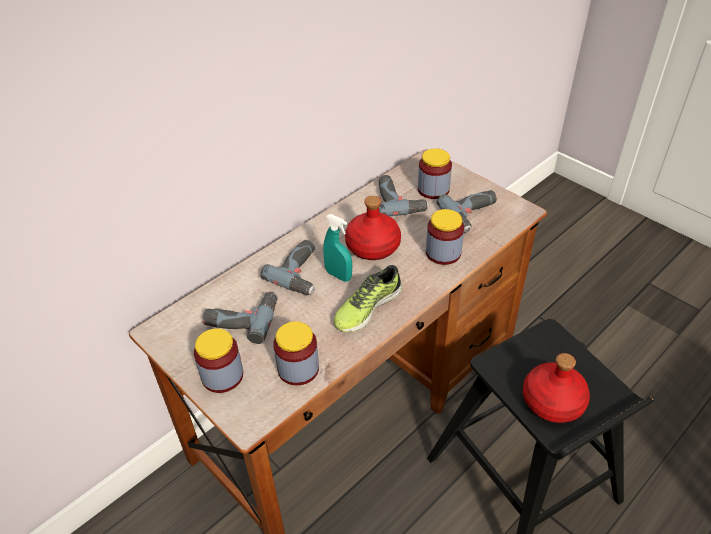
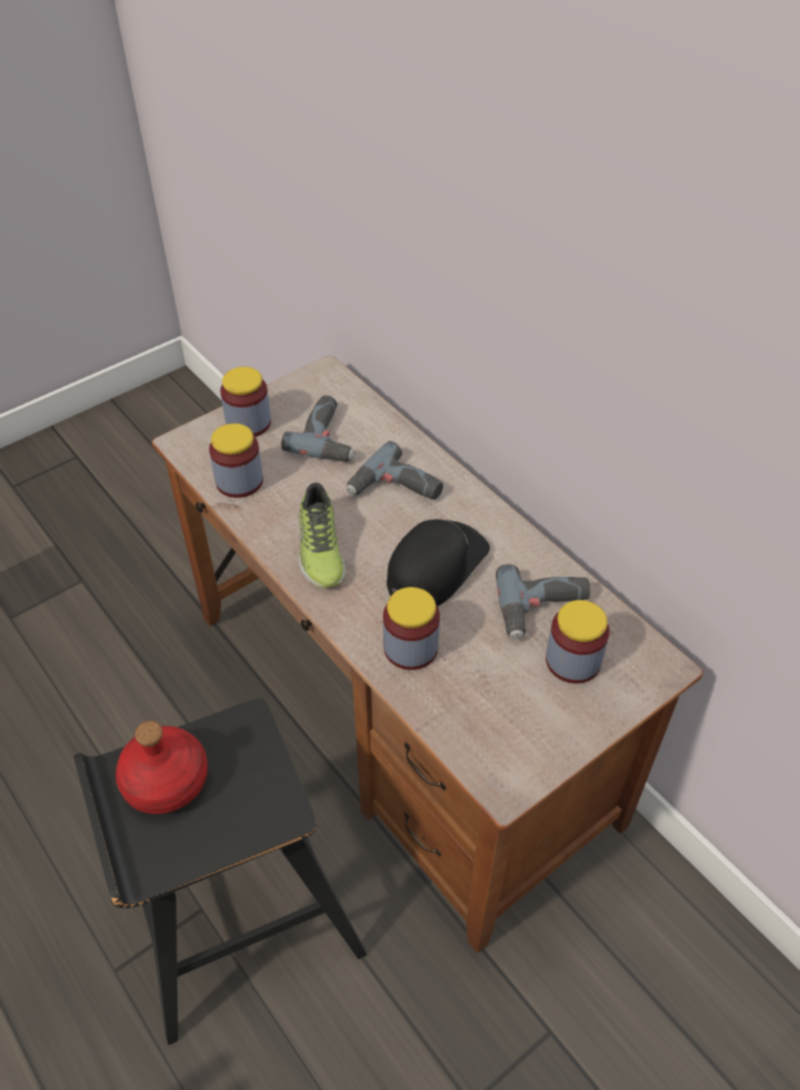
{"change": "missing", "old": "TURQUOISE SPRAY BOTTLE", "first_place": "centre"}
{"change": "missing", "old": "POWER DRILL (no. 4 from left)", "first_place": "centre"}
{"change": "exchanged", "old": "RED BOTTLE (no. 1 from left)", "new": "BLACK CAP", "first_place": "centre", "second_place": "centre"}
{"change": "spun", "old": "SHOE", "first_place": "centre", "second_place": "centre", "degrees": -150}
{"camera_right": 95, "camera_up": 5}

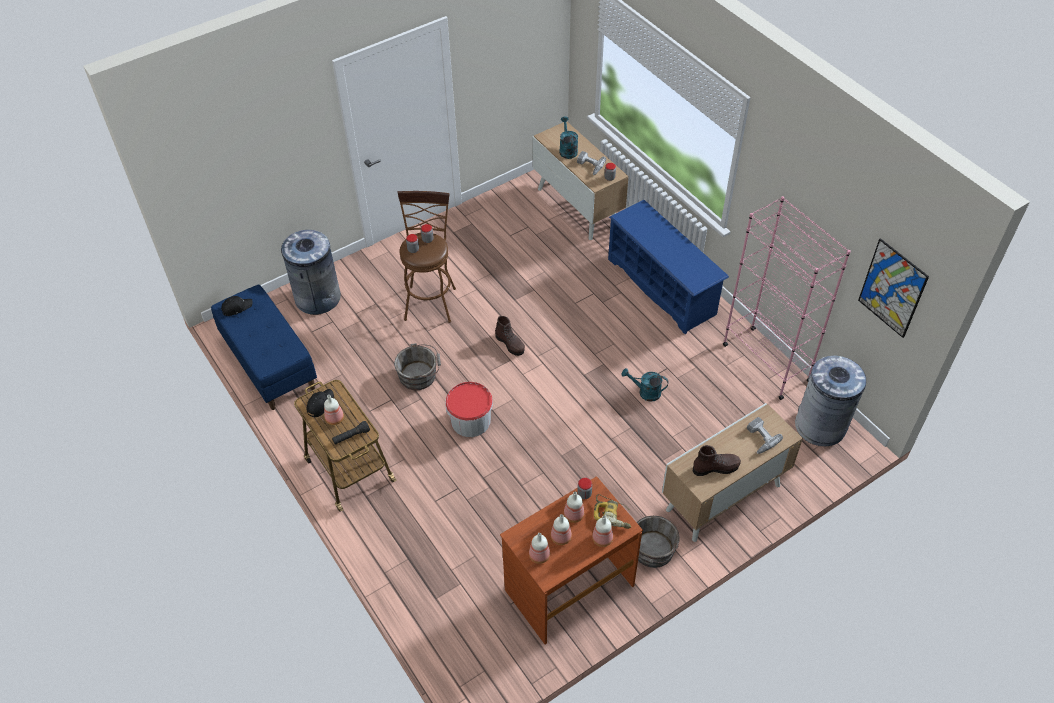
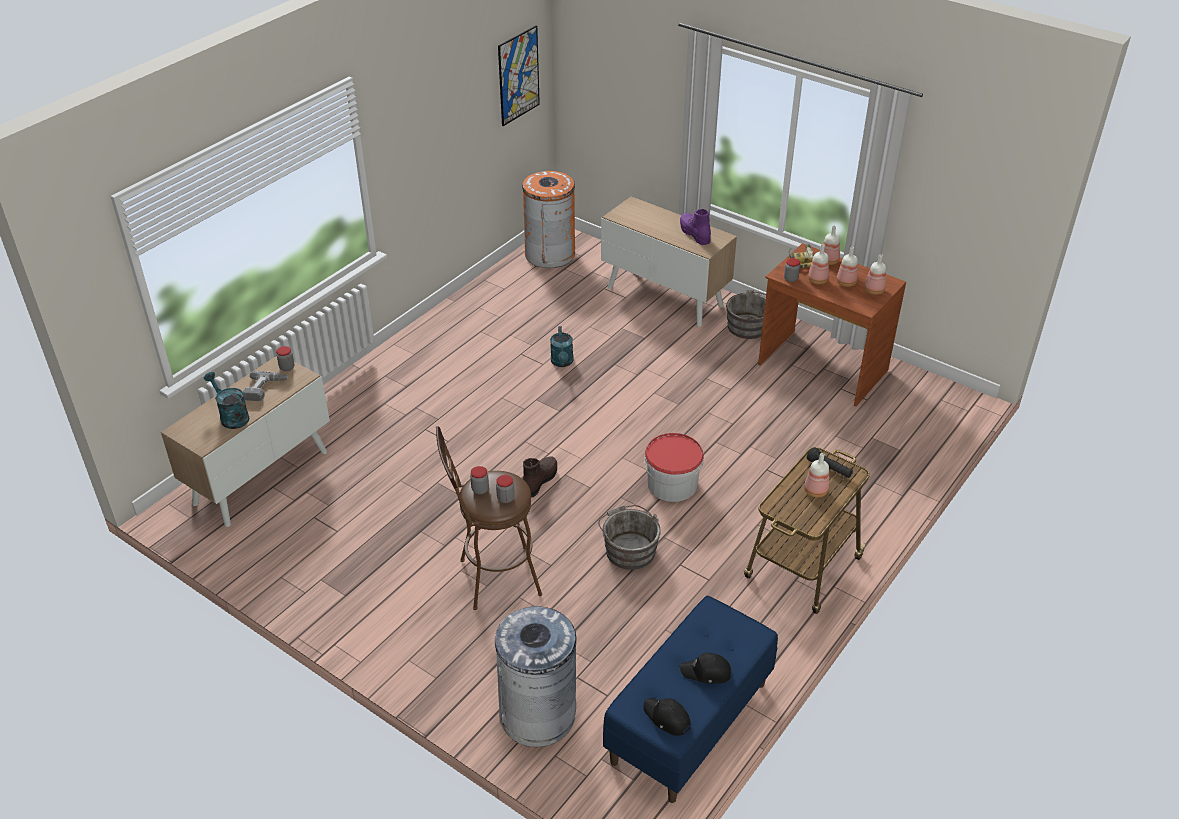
{"change": "missing", "old": "BLUE SHOE RACK", "first_place": "centre"}
{"change": "missing", "old": "PINK BOOKCASE", "first_place": "middle right"}
{"change": "missing", "old": "POWER DRILL (no. 3 from left)", "first_place": "middle right"}
{"change": "relocated", "old": "BLACK CAP (no. 2 from left)", "first_place": "middle left", "second_place": "bottom centre"}
{"change": "colour", "old": "BROWN BOOT (no. 2 from left)", "new": "PURPLE BOOT", "first_place": "middle right", "second_place": "top centre"}
{"change": "colour", "old": "GREY TRASH CAN (no. 2 from left)", "new": "ORANGE TRASH CAN", "first_place": "middle right", "second_place": "top centre"}
{"change": "spun", "old": "TURQUOISE WATERING CAN (no. 1 from left)", "first_place": "top centre", "second_place": "middle left", "degrees": 75}
{"camera_right": -110, "camera_up": -10}

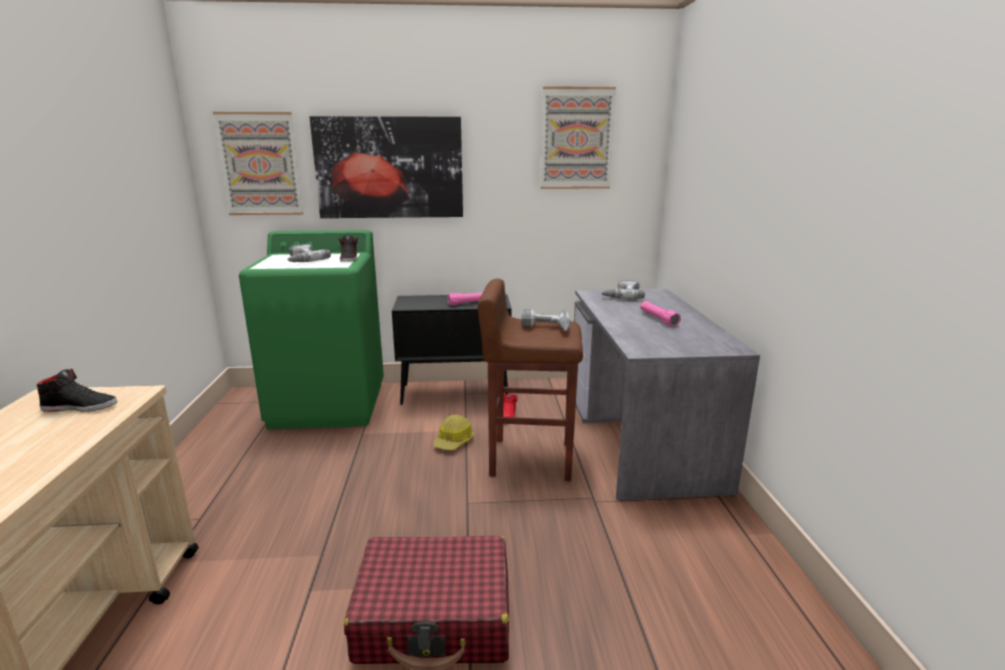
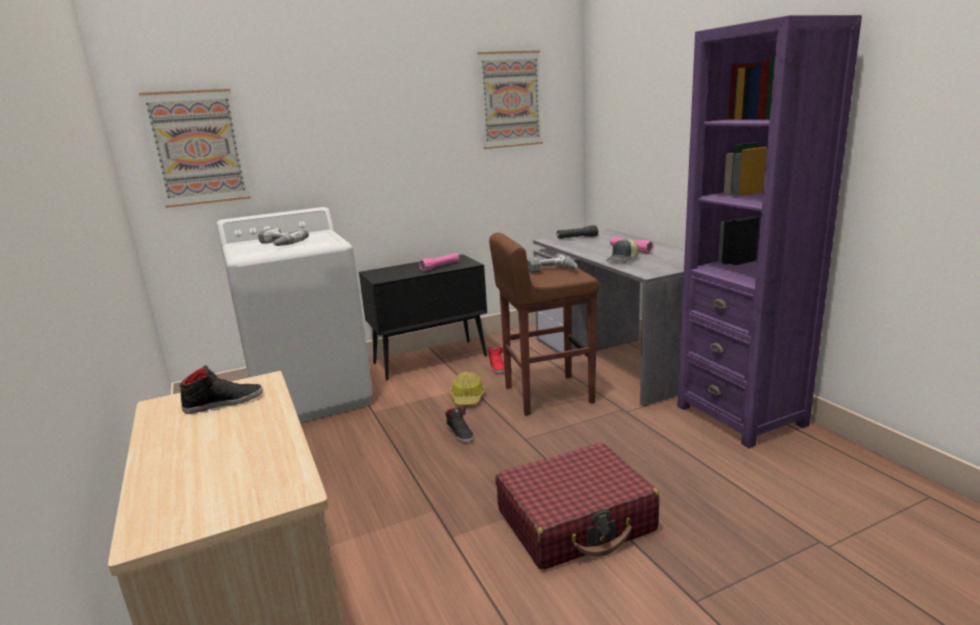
{"change": "missing", "old": "PICTURE (no. 2 from left)", "first_place": "top centre"}
{"change": "appeared", "new": "CAP", "second_place": "centre"}
{"change": "appeared", "new": "PURPLE BOOKCASE", "second_place": "middle right"}
{"change": "relocated", "old": "BLACK SHOE (no. 2 from left)", "first_place": "centre", "second_place": "bottom centre"}
{"change": "exchanged", "old": "POWER DRILL (no. 3 from left)", "new": "BLACK FLASHLIGHT", "first_place": "centre", "second_place": "centre"}
{"change": "colour", "old": "GREEN WASHING MACHINE", "new": "WHITE WASHING MACHINE", "first_place": "middle left", "second_place": "middle left"}
{"camera_right": -20, "camera_up": 0}

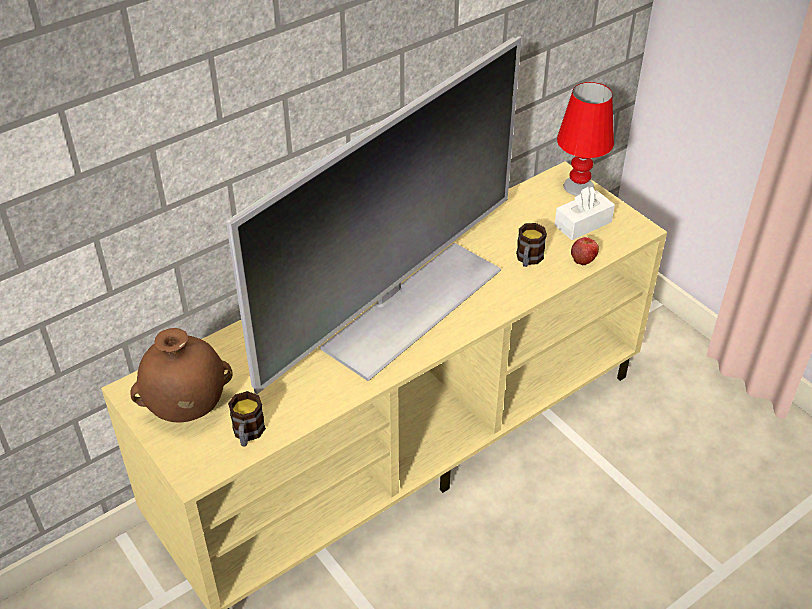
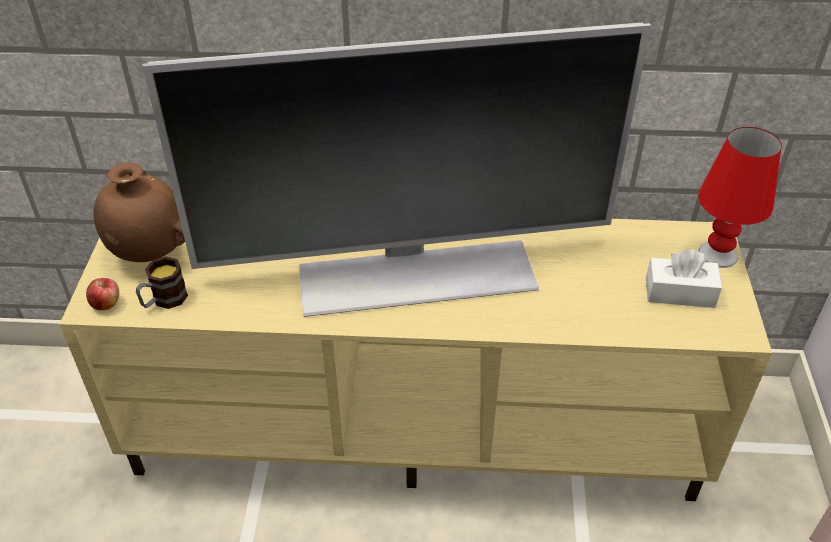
{"change": "missing", "old": "MUG (no. 2 from left)", "first_place": "centre"}
{"change": "relocated", "old": "APPLE", "first_place": "middle right", "second_place": "middle left"}
{"camera_right": 40, "camera_up": 0}

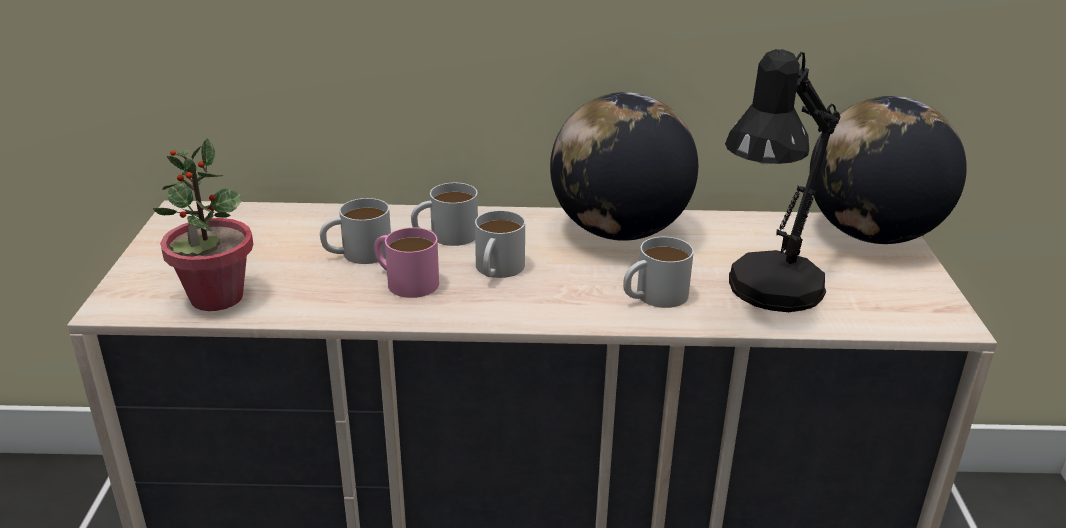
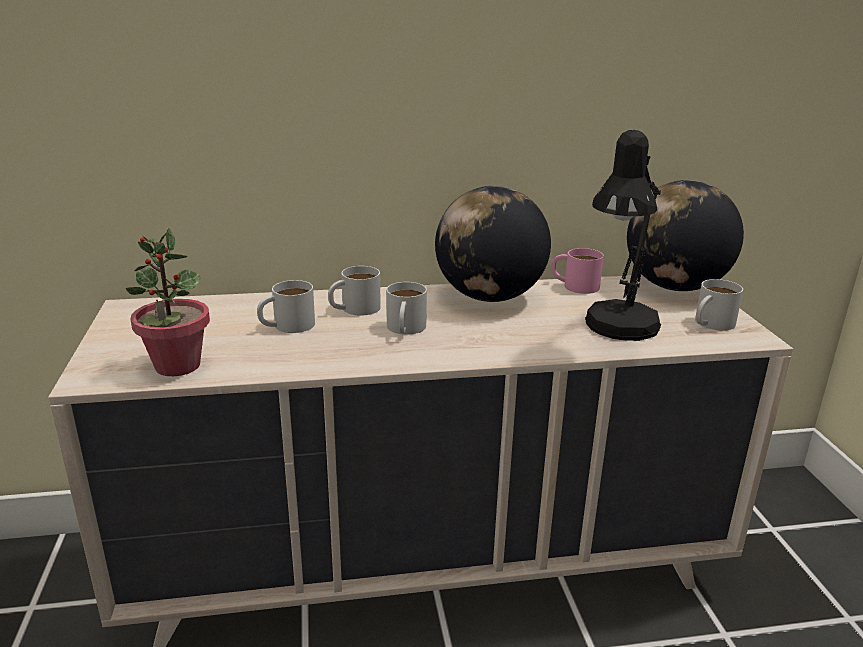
{"change": "relocated", "old": "PINK MUG", "first_place": "centre", "second_place": "middle right"}
{"change": "relocated", "old": "WHITE MUG (no. 4 from left)", "first_place": "centre", "second_place": "middle right"}
{"camera_right": -10, "camera_up": -5}

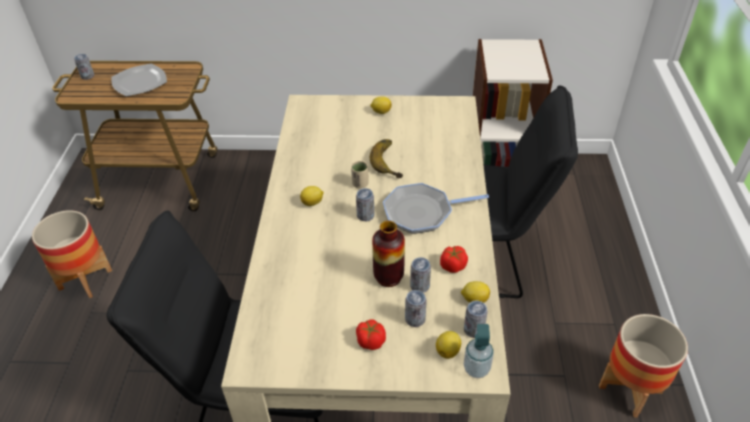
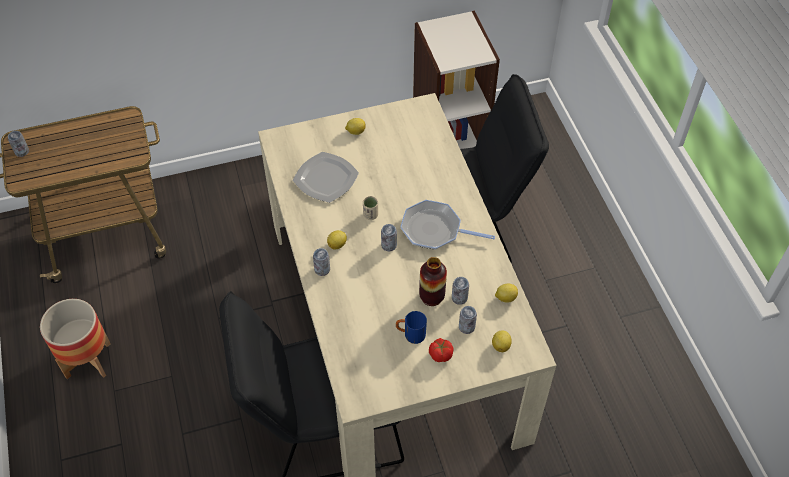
{"change": "missing", "old": "BANANA", "first_place": "centre"}
{"change": "missing", "old": "TOMATO (no. 2 from left)", "first_place": "centre"}
{"change": "missing", "old": "SOAP DISPENSER", "first_place": "bottom centre"}
{"change": "missing", "old": "PLANTER (no. 2 from left)", "first_place": "bottom right"}
{"change": "appeared", "new": "BLUE MUG", "second_place": "bottom centre"}
{"change": "relocated", "old": "PLATE", "first_place": "top left", "second_place": "centre"}
{"change": "relocated", "old": "CAN (no. 5 from left in the first image)", "new": "CAN (no. 2 from left)", "first_place": "bottom centre", "second_place": "centre"}
{"change": "spun", "old": "FRYING PAN", "first_place": "centre", "second_place": "centre", "degrees": 45}
{"camera_right": -20, "camera_up": 10}

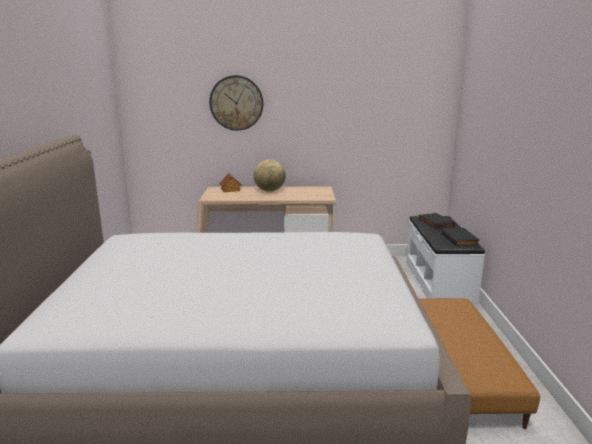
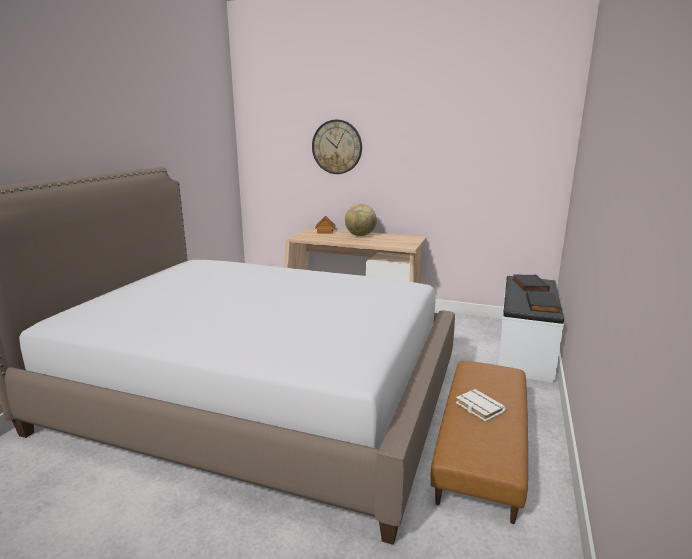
{"change": "appeared", "new": "WHITE BOOK", "second_place": "bottom right"}
{"camera_right": 20, "camera_up": 0}

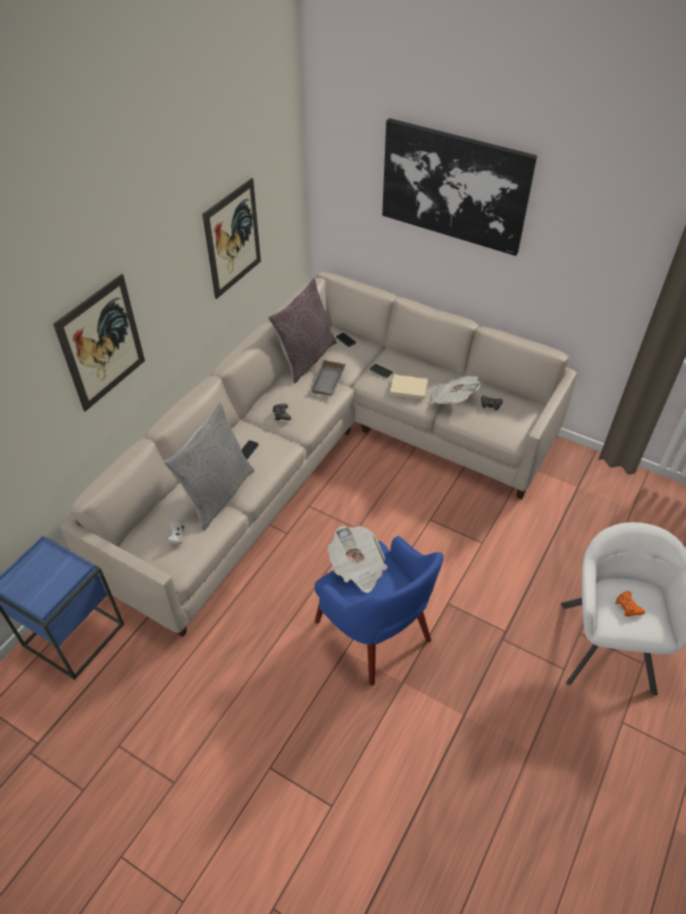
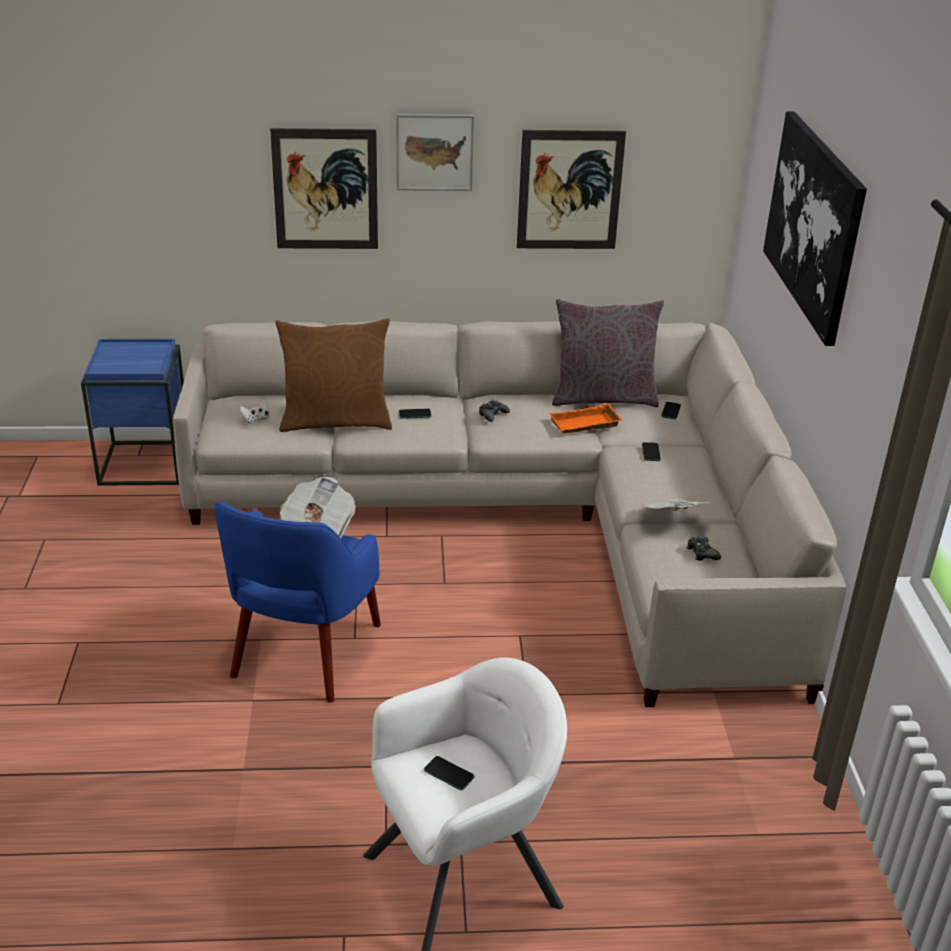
{"change": "missing", "old": "BEIGE BOOK", "first_place": "centre"}
{"change": "appeared", "new": "PICTURE (no. 2 from left)", "second_place": "top centre"}
{"change": "exchanged", "old": "ORANGE GAME CONTROLLER", "new": "PHONE (no. 2 from left)", "first_place": "middle right", "second_place": "bottom centre"}
{"change": "colour", "old": "GREY PILLOW (no. 1 from left)", "new": "BROWN PILLOW", "first_place": "middle left", "second_place": "centre"}
{"change": "colour", "old": "GREY TRAY", "new": "ORANGE TRAY", "first_place": "centre", "second_place": "centre"}
{"camera_right": 55, "camera_up": -15}

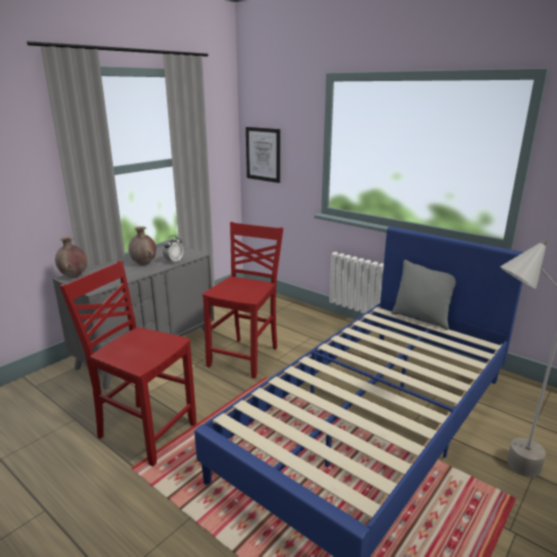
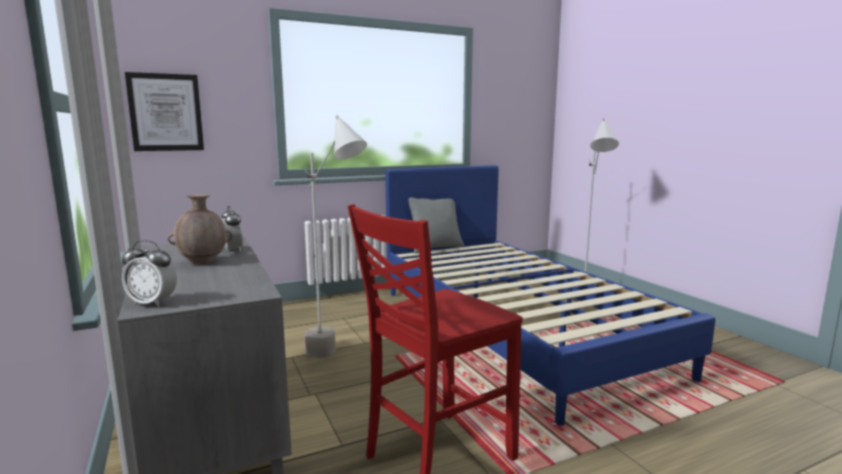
{"change": "exchanged", "old": "BROWN VASE (no. 1 from left)", "new": "ALARM CLOCK (no. 1 from left)", "first_place": "middle left", "second_place": "middle left"}
{"change": "exchanged", "old": "RED CHAIR (no. 2 from left)", "new": "GREY FLOOR LAMP (no. 1 from left)", "first_place": "centre", "second_place": "centre"}
{"camera_right": -65, "camera_up": -10}

